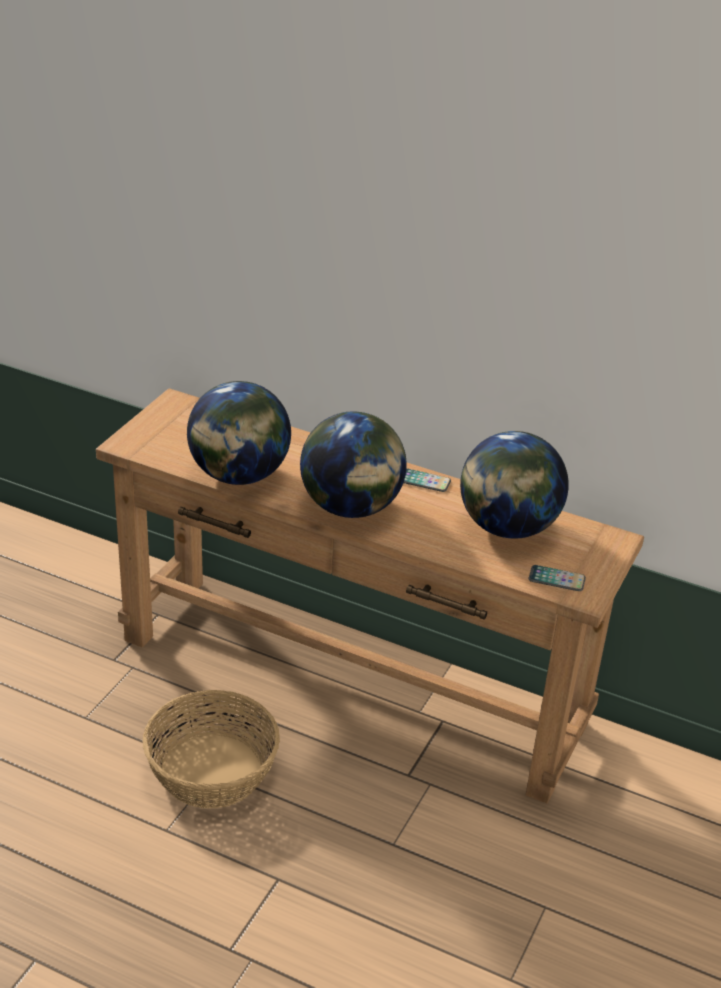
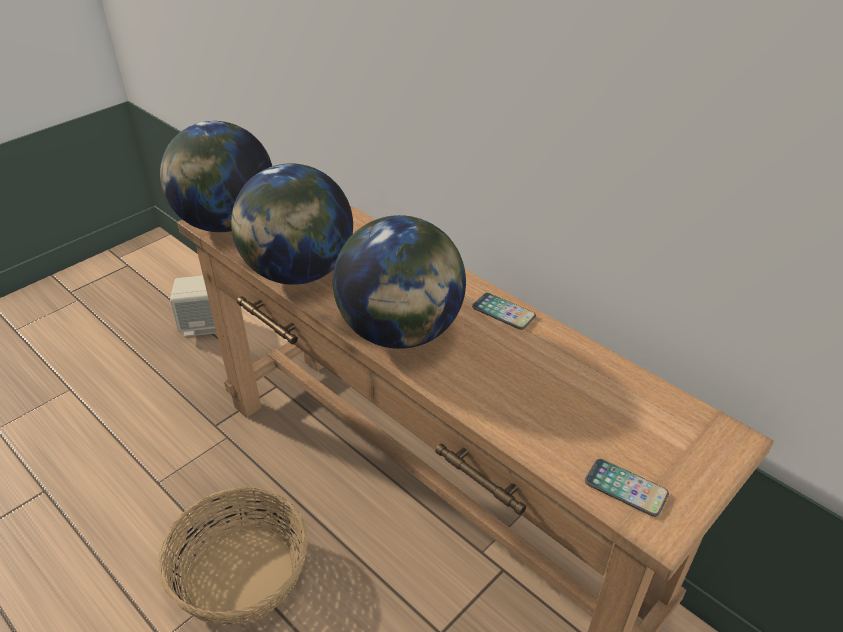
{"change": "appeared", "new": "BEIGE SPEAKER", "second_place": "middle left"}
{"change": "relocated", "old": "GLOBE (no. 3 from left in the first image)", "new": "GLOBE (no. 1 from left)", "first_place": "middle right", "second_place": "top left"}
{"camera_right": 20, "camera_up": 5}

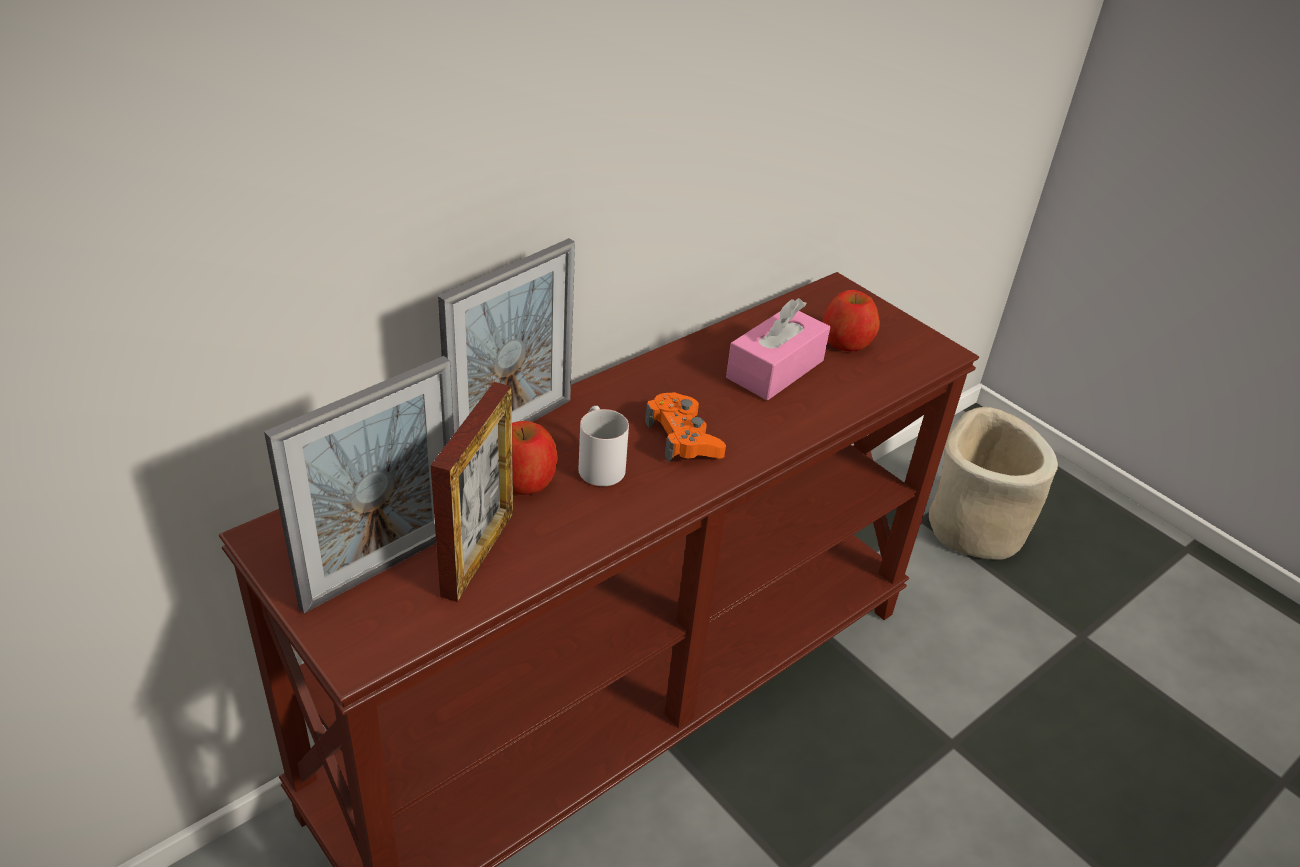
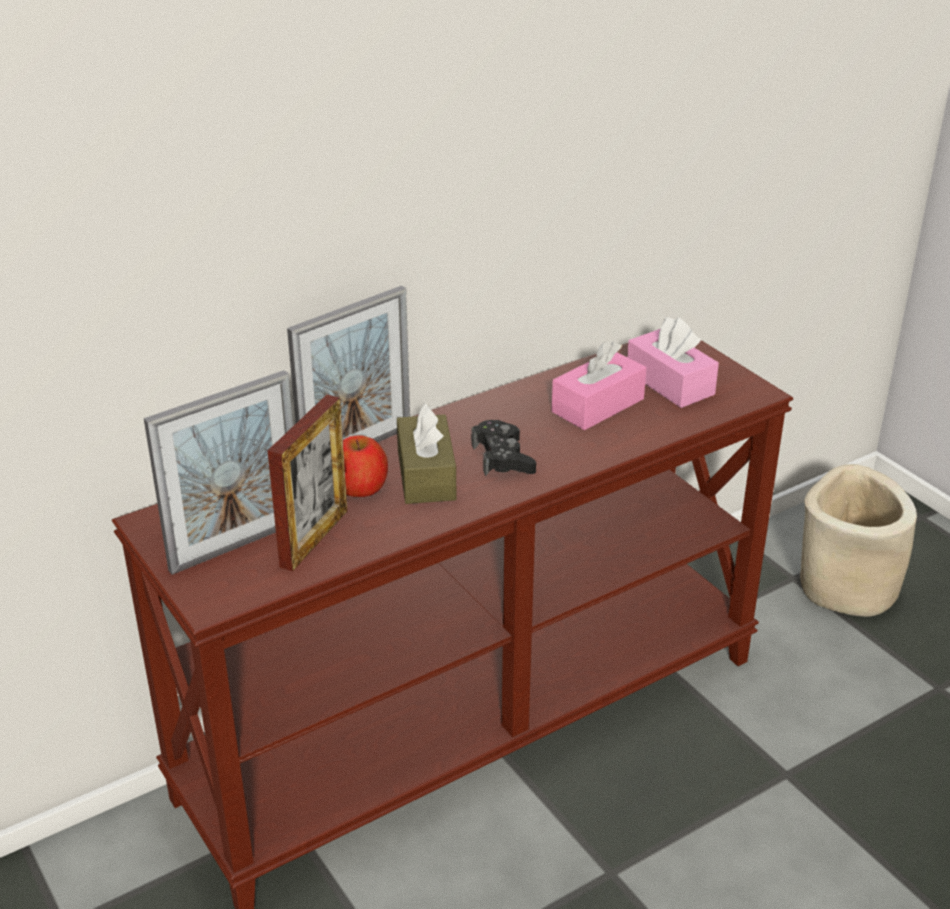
{"change": "exchanged", "old": "WHITE MUG", "new": "BROWN TISSUE BOX", "first_place": "centre", "second_place": "centre"}
{"change": "exchanged", "old": "APPLE (no. 2 from left)", "new": "PINK TISSUE BOX (no. 2 from left)", "first_place": "centre", "second_place": "middle right"}
{"change": "colour", "old": "ORANGE GAME CONTROLLER", "new": "BLACK GAME CONTROLLER", "first_place": "centre", "second_place": "centre"}
{"camera_right": 10, "camera_up": -5}

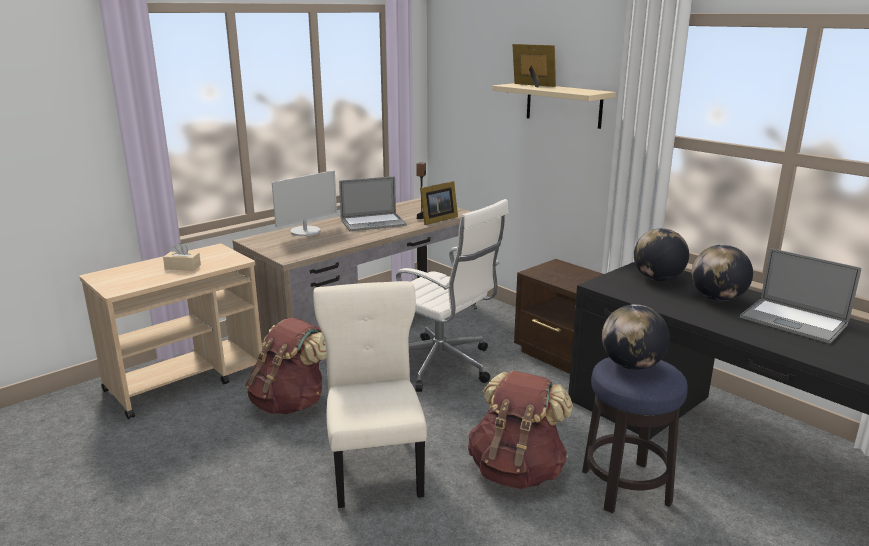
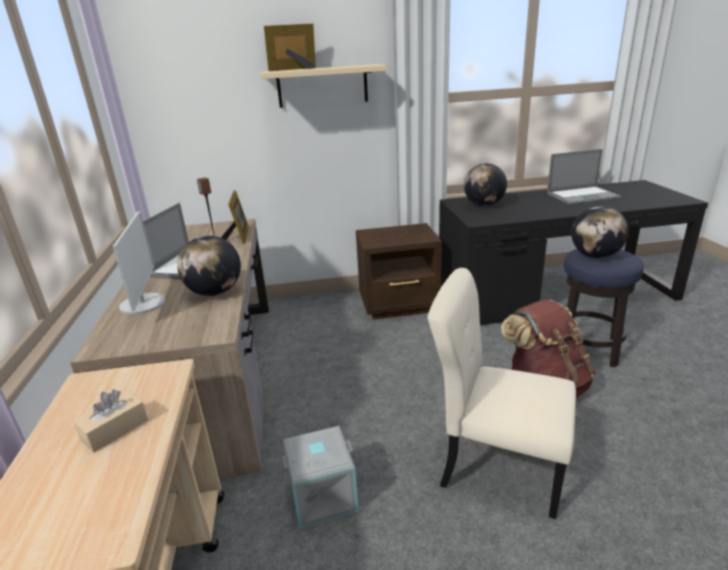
{"change": "missing", "old": "WHITE OFFICE CHAIR", "first_place": "centre"}
{"change": "relocated", "old": "GLOBE (no. 3 from left in the first image)", "new": "GLOBE (no. 1 from left)", "first_place": "middle right", "second_place": "middle left"}
{"change": "exchanged", "old": "BROWN BACKPACK (no. 1 from left)", "new": "GREY STORAGE BOX", "first_place": "bottom left", "second_place": "bottom centre"}
{"camera_right": -55, "camera_up": 5}

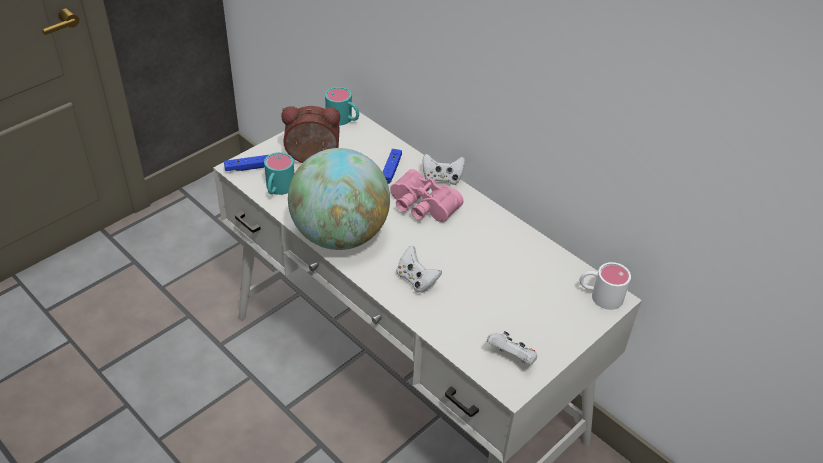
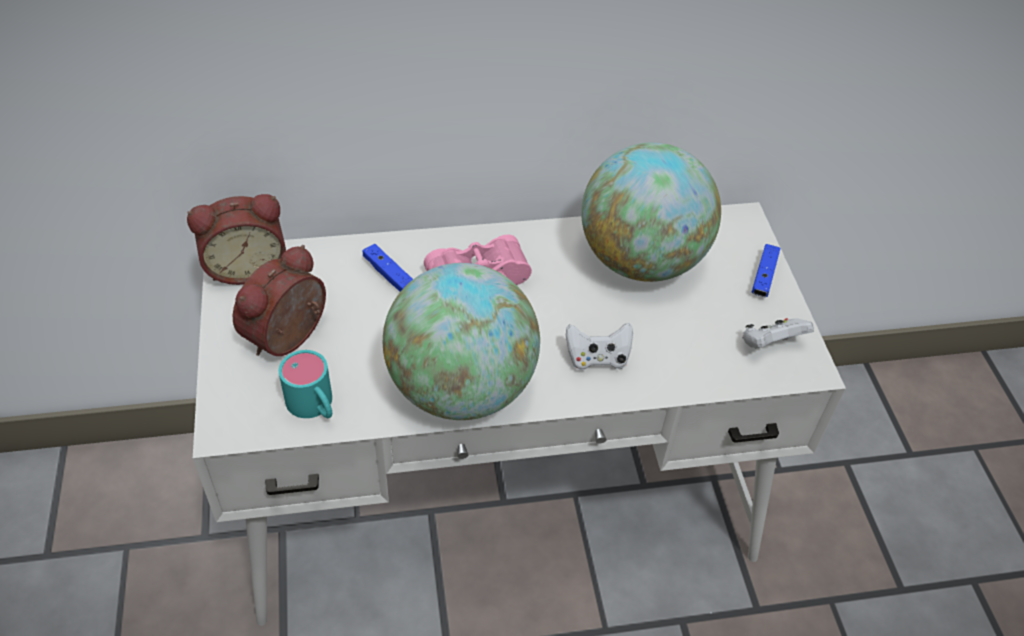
{"change": "missing", "old": "WHITE GAME CONTROLLER (no. 2 from left)", "first_place": "centre"}
{"change": "missing", "old": "WHITE MUG", "first_place": "middle right"}
{"change": "appeared", "new": "GLOBE (no. 2 from left)", "second_place": "centre"}
{"change": "relocated", "old": "BLUE GAME CONTROLLER (no. 1 from left in the first image)", "new": "BLUE GAME CONTROLLER (no. 2 from left)", "first_place": "middle left", "second_place": "middle right"}
{"change": "exchanged", "old": "TURQUOISE MUG (no. 2 from left)", "new": "ALARM CLOCK (no. 1 from left)", "first_place": "top centre", "second_place": "middle left"}
{"camera_right": -55, "camera_up": 5}

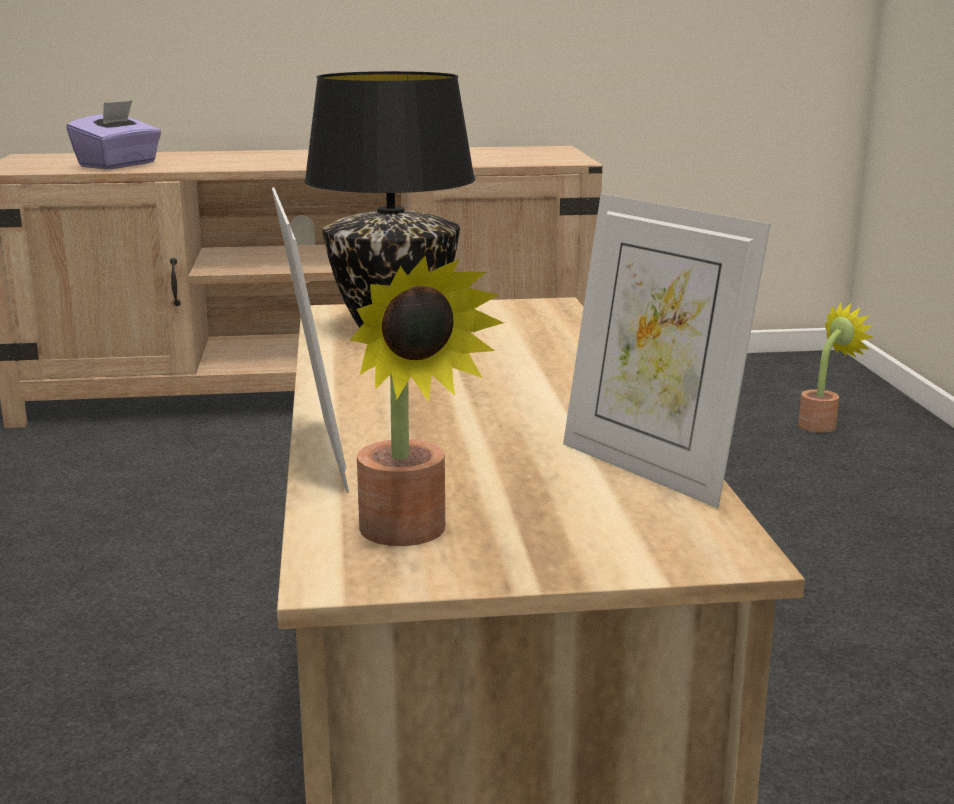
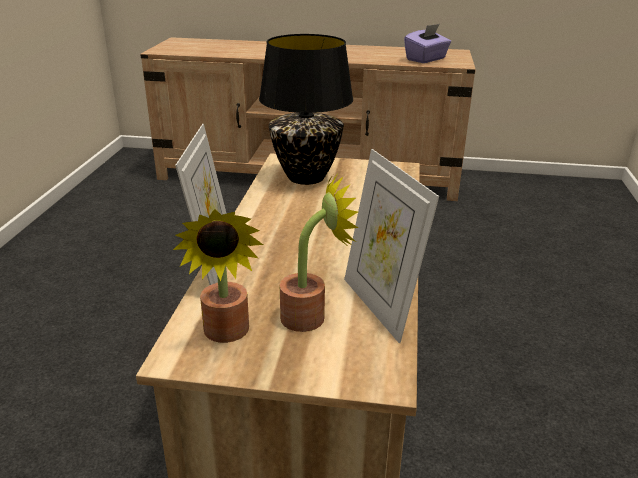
{"change": "relocated", "old": "PURPLE TISSUE BOX", "first_place": "top left", "second_place": "top right"}
{"change": "relocated", "old": "POTTED PLANT (no. 2 from left)", "first_place": "middle right", "second_place": "centre"}
{"camera_right": 15, "camera_up": 10}

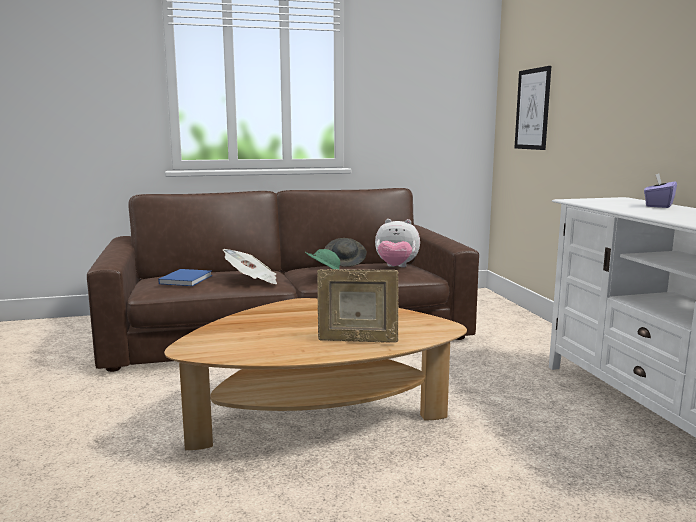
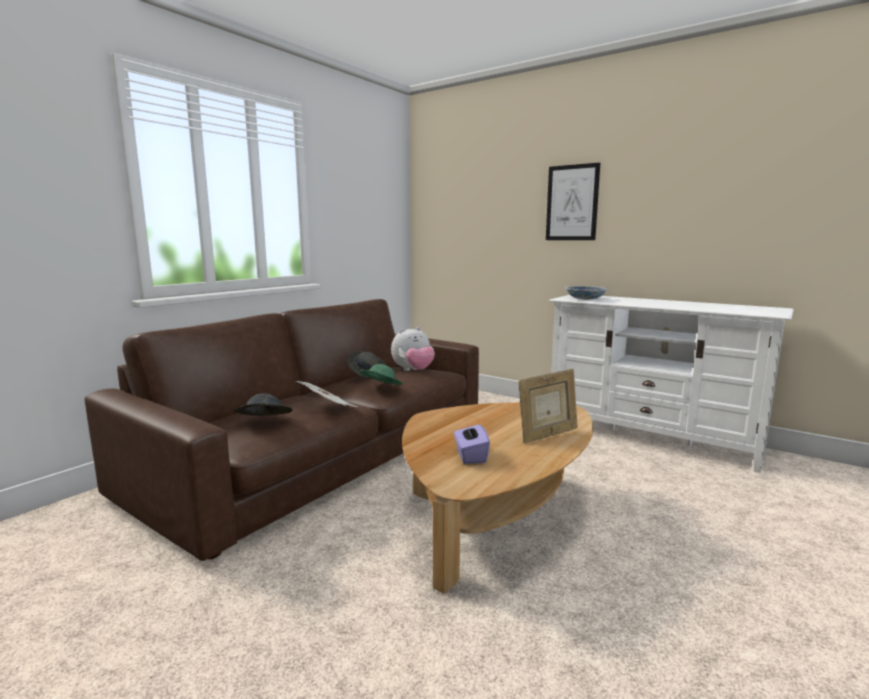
{"change": "appeared", "new": "BOWL", "second_place": "middle right"}
{"change": "relocated", "old": "PICTURE", "first_place": "top right", "second_place": "top centre"}
{"change": "relocated", "old": "PURPLE TISSUE BOX", "first_place": "middle right", "second_place": "centre"}
{"change": "exchanged", "old": "BLUE BOOK", "new": "GREY HAT (no. 1 from left)", "first_place": "middle left", "second_place": "middle left"}
{"camera_right": -40, "camera_up": 0}

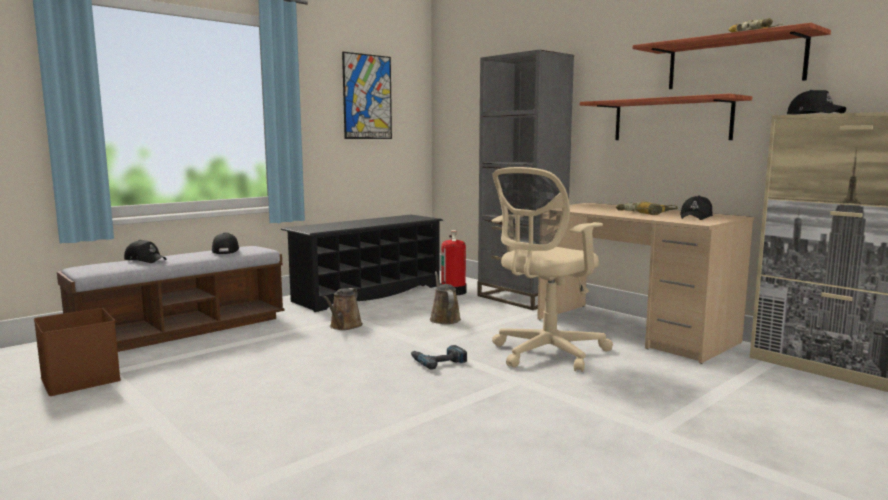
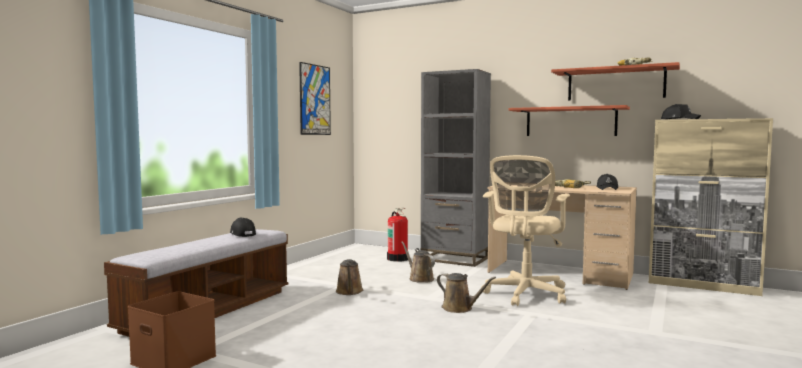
{"change": "missing", "old": "BLACK CAP (no. 1 from left)", "first_place": "middle left"}
{"change": "missing", "old": "BLACK SHOE RACK", "first_place": "centre"}
{"change": "exchanged", "old": "POWER DRILL (no. 1 from left)", "new": "BROWN WATERING CAN (no. 3 from left)", "first_place": "bottom centre", "second_place": "bottom centre"}
{"camera_right": -20, "camera_up": -5}

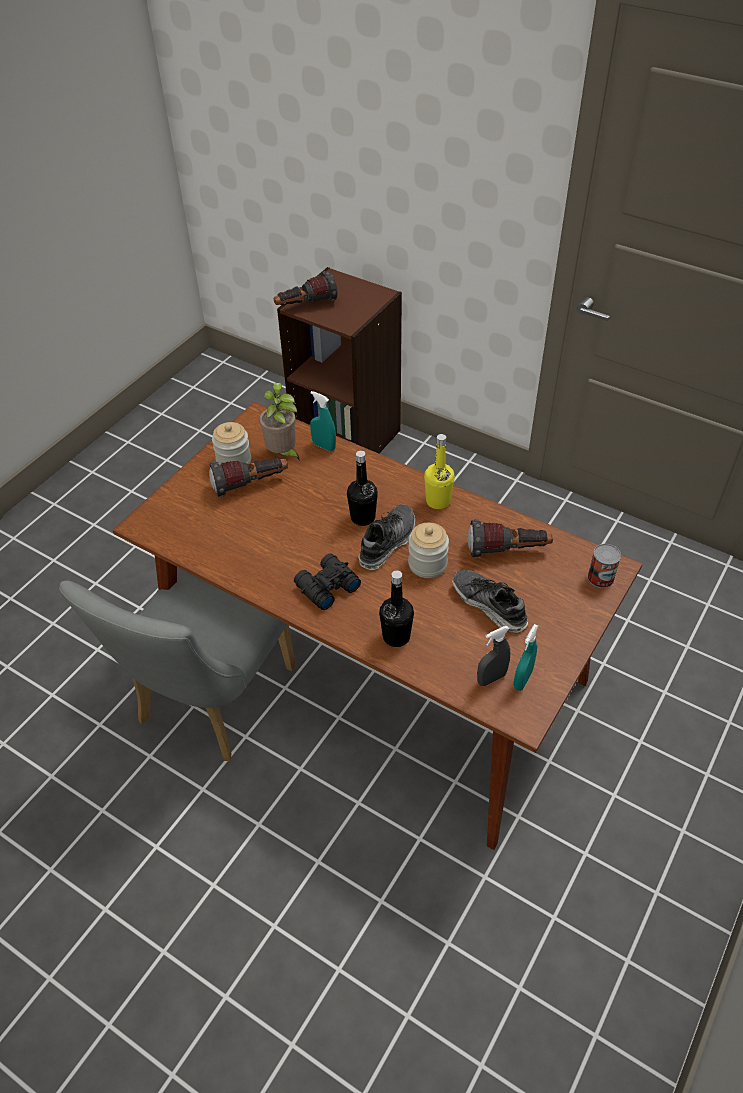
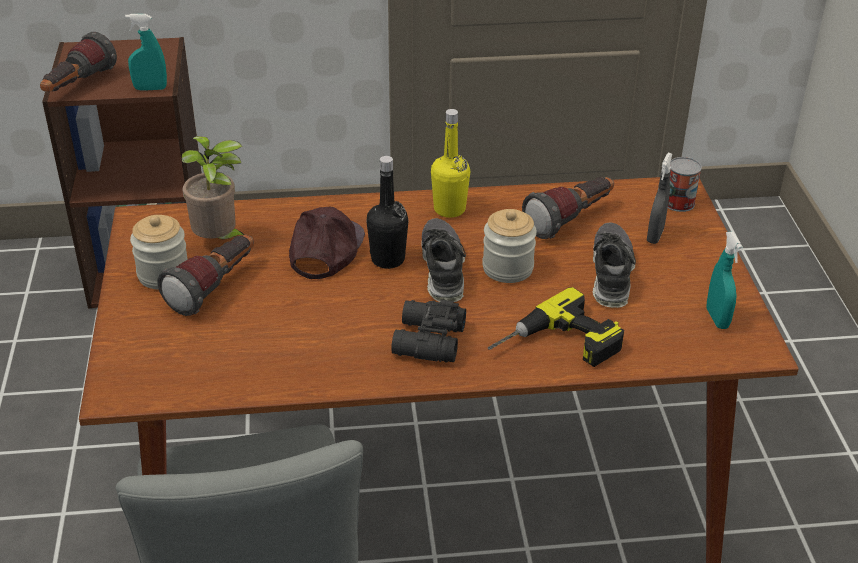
{"change": "appeared", "new": "BROWN CAP", "second_place": "centre"}
{"change": "relocated", "old": "TURQUOISE SPRAY BOTTLE (no. 1 from left)", "first_place": "centre", "second_place": "top left"}
{"change": "relocated", "old": "GREY SPRAY BOTTLE", "first_place": "centre", "second_place": "middle right"}
{"change": "exchanged", "old": "BLACK BOTTLE (no. 2 from left)", "new": "POWER DRILL", "first_place": "centre", "second_place": "centre"}
{"change": "spun", "old": "SHOE (no. 2 from left)", "first_place": "centre", "second_place": "middle right", "degrees": 90}
{"camera_right": -40, "camera_up": -10}

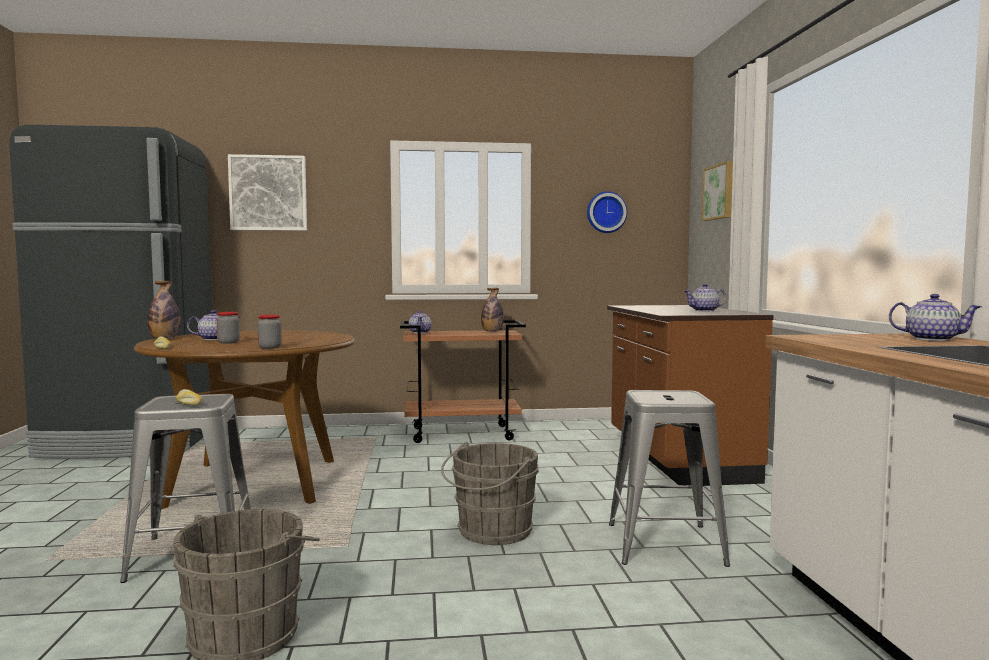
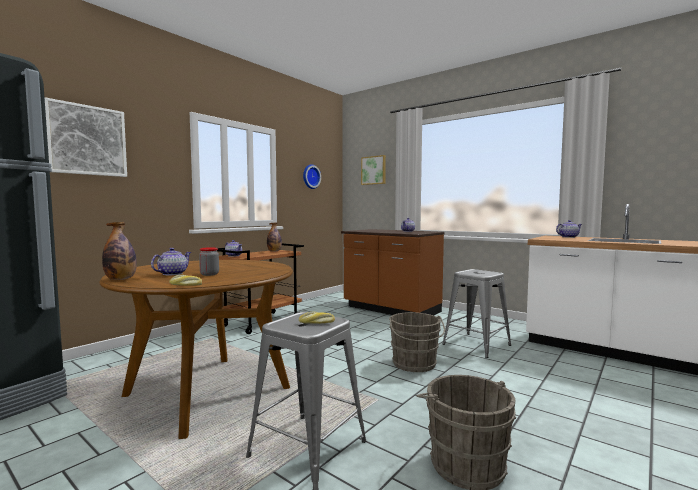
{"change": "missing", "old": "JAR (no. 2 from left)", "first_place": "middle left"}
{"camera_right": -45, "camera_up": 0}

